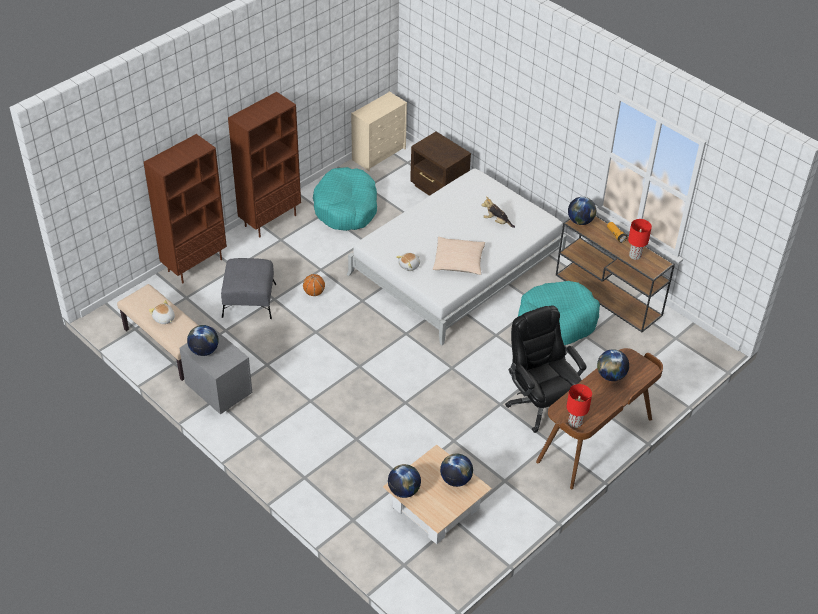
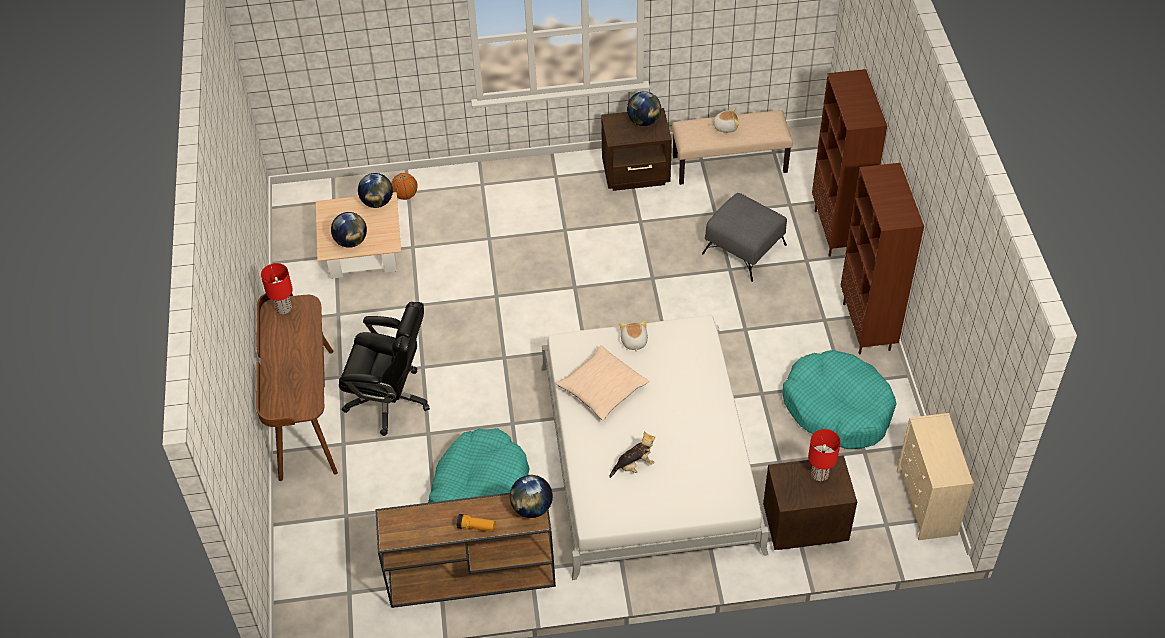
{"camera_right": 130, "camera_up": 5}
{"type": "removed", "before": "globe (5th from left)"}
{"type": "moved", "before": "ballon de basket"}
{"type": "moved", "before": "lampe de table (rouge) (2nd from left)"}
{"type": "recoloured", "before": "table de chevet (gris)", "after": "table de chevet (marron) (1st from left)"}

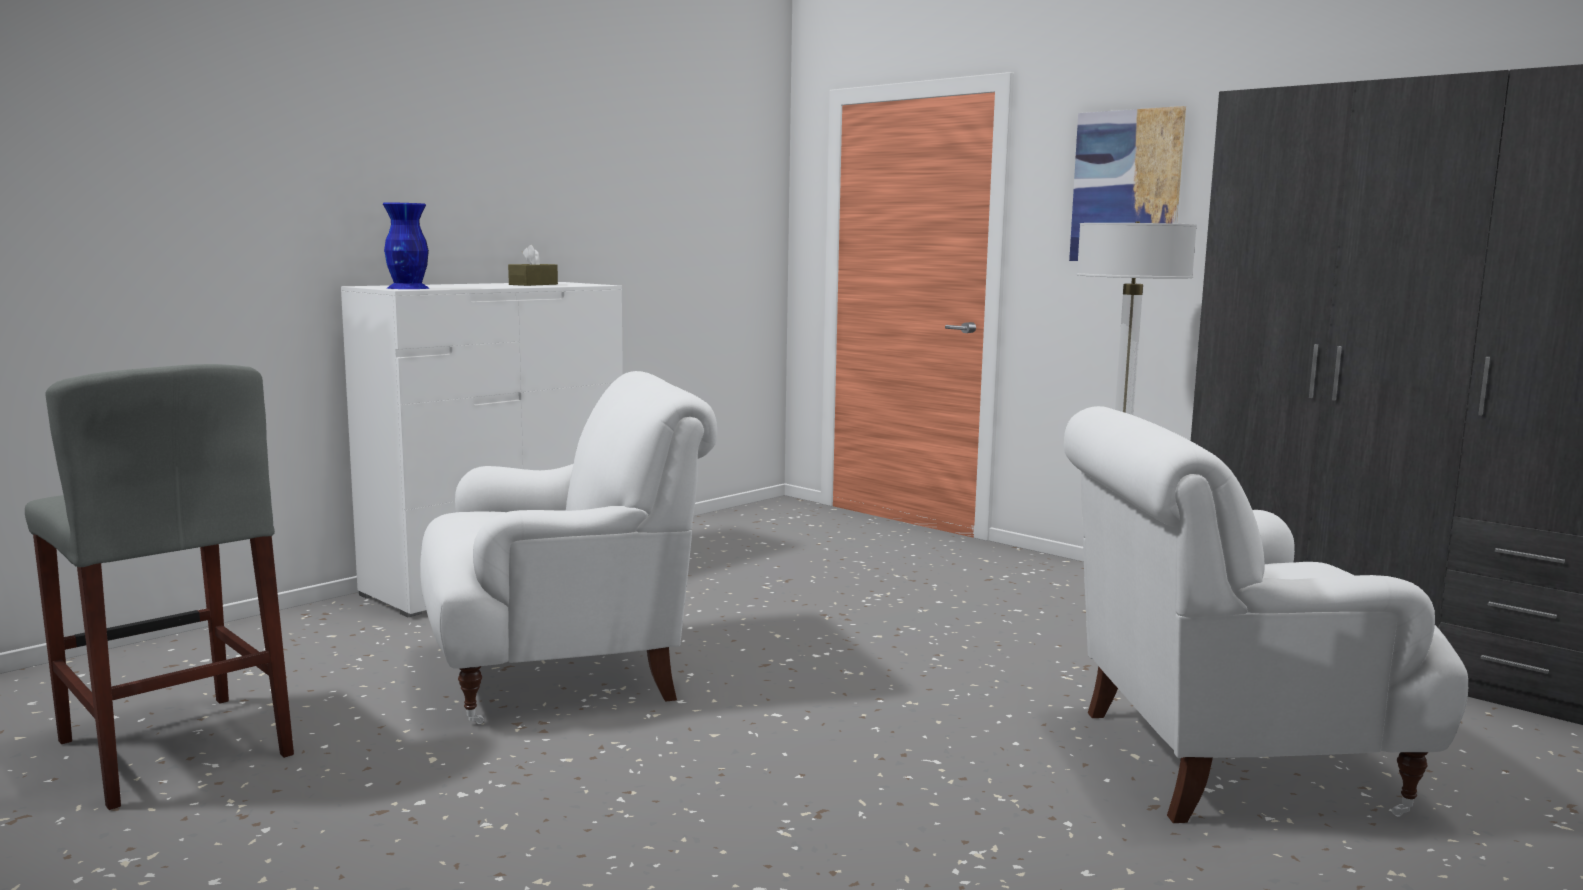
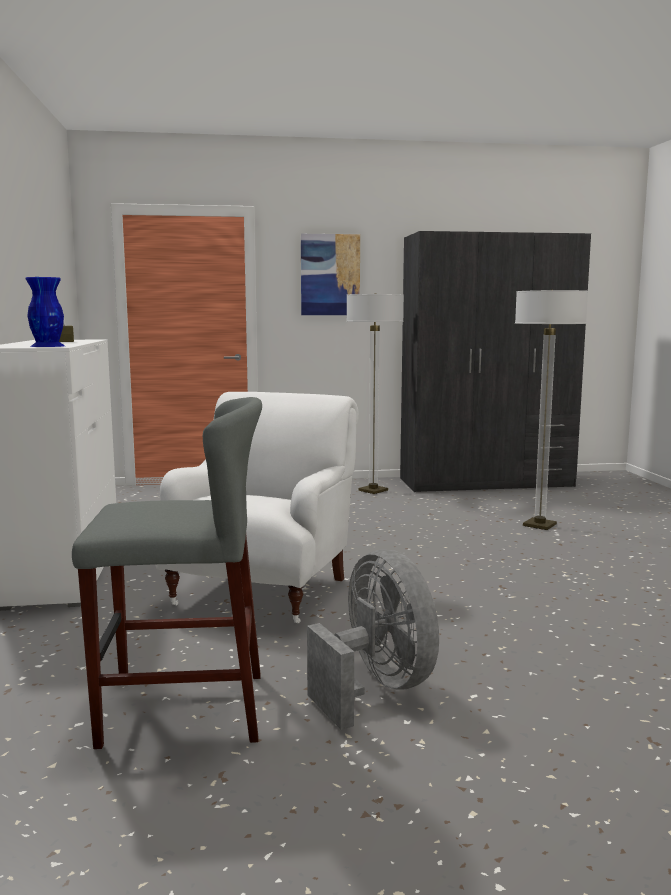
{"camera_right": -50, "camera_up": 0}
{"type": "added", "after": "ventilateur (gris)"}
{"type": "replaced", "before": "fauteuil (blanc) (2nd from left)", "after": "lampadaire (2nd from left)"}

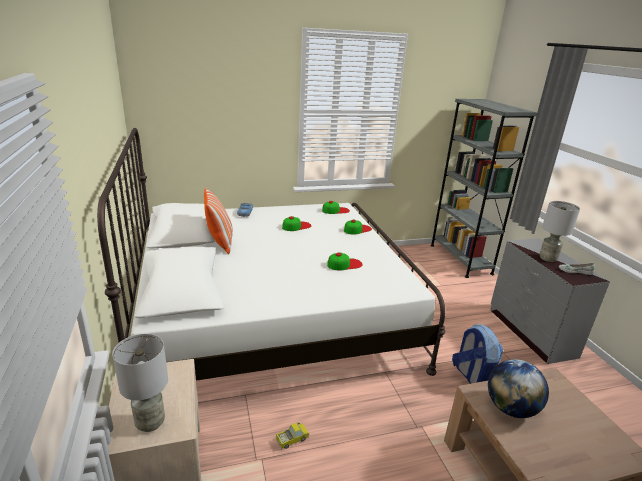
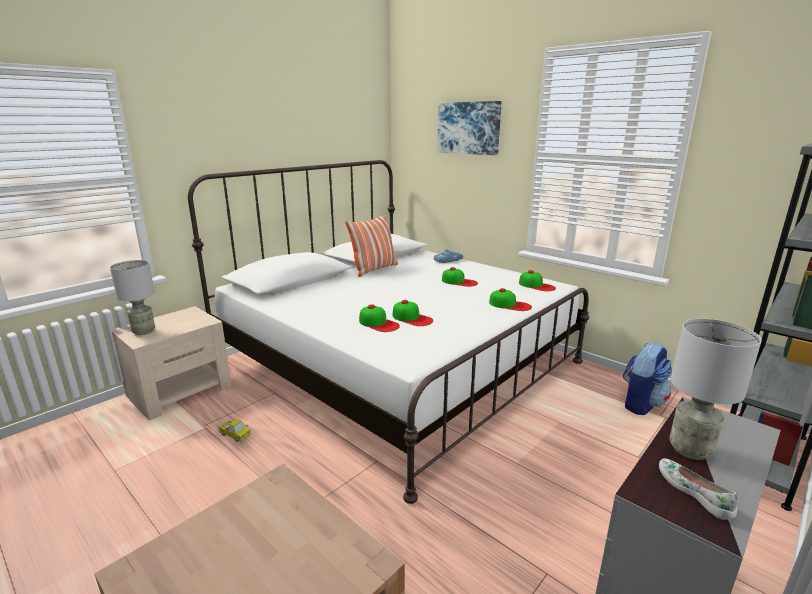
{"camera_right": 60, "camera_up": -5}
{"type": "removed", "before": "globe"}
{"type": "added", "after": "casquette (1st from left)"}
{"type": "added", "after": "tableau"}
{"type": "moved", "before": "sac à dos"}

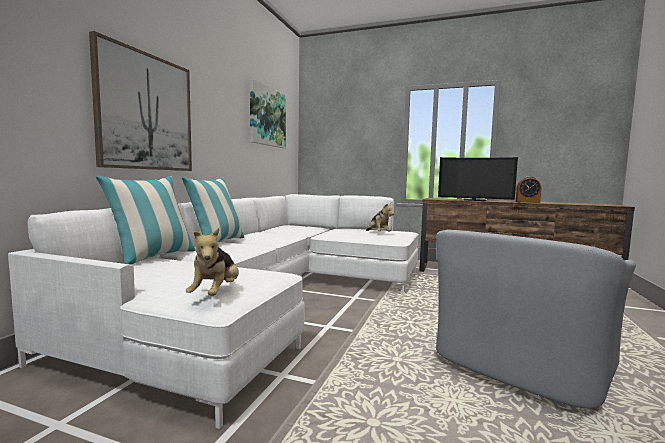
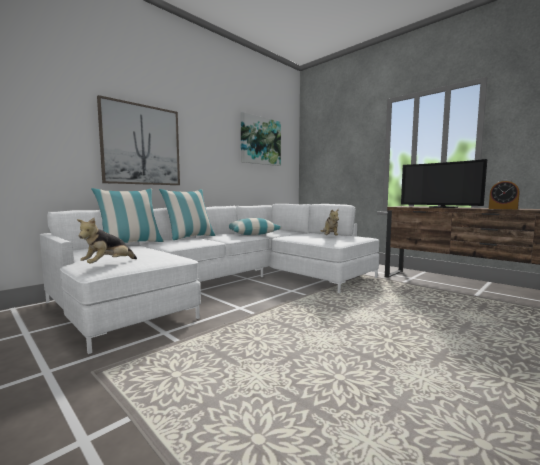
{"camera_right": 25, "camera_up": 0}
{"type": "removed", "before": "fauteuil (gris)"}
{"type": "added", "after": "coussin (3rd from left)"}

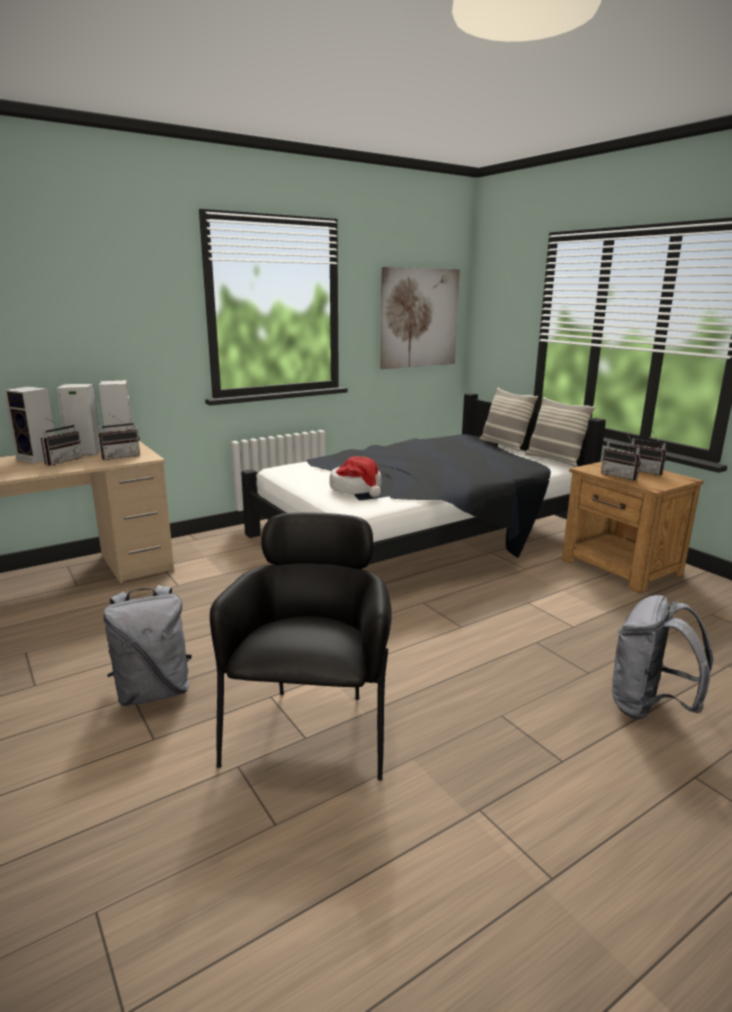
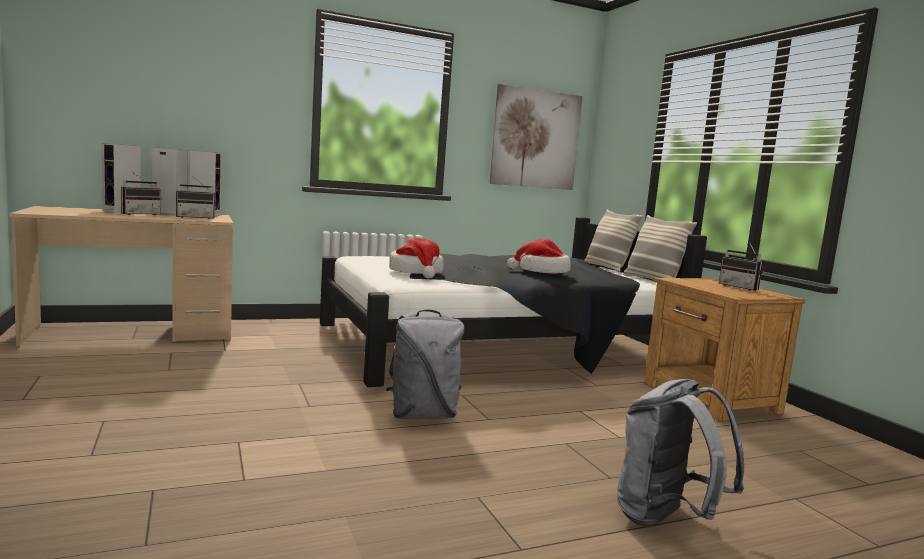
{"camera_right": 10, "camera_up": -10}
{"type": "removed", "before": "fauteuil (noir)"}
{"type": "removed", "before": "radio (3rd from left)"}
{"type": "added", "after": "chapeau (2nd from left)"}
{"type": "moved", "before": "sac à dos (gris) (1st from left)"}

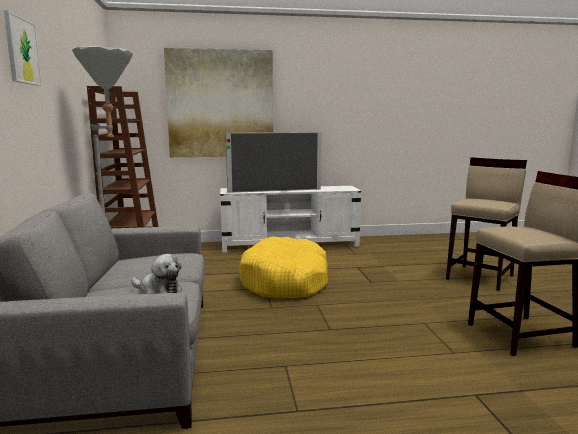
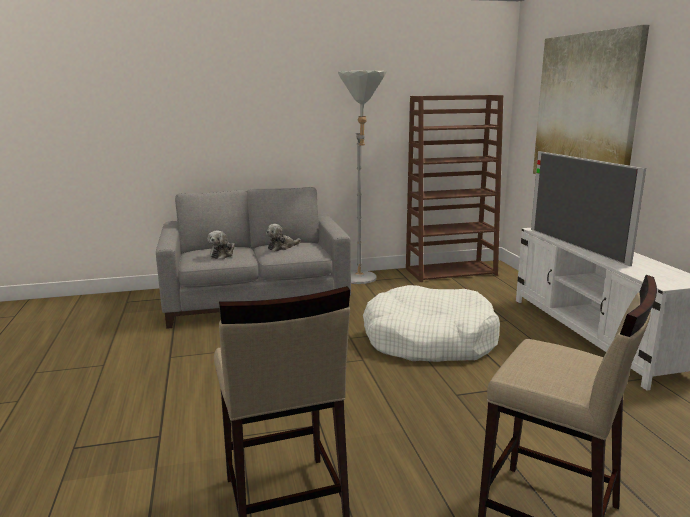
{"camera_right": 85, "camera_up": 5}
{"type": "removed", "before": "tableau (1st from left)"}
{"type": "added", "after": "peluche (2nd from left)"}
{"type": "recoloured", "before": "panier pour chien (jaune)", "after": "panier pour chien (blanc)"}

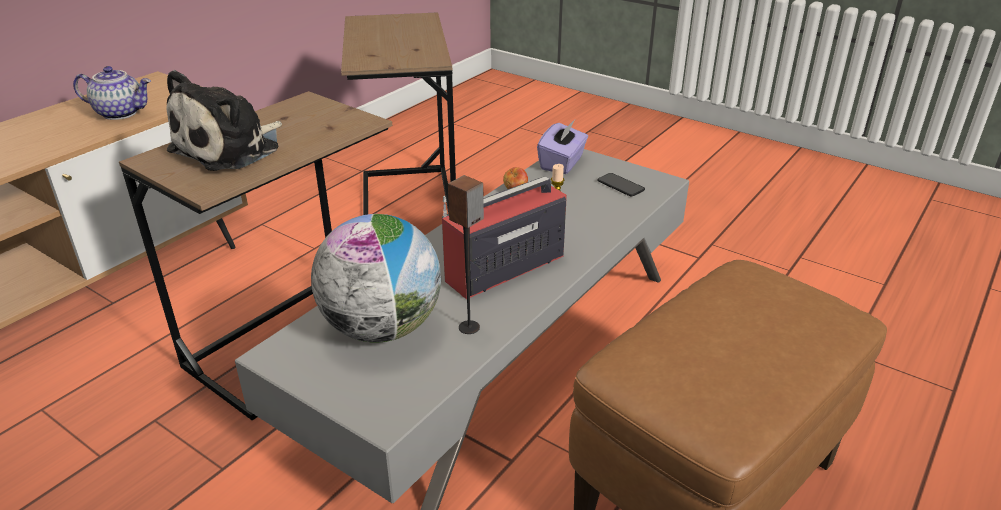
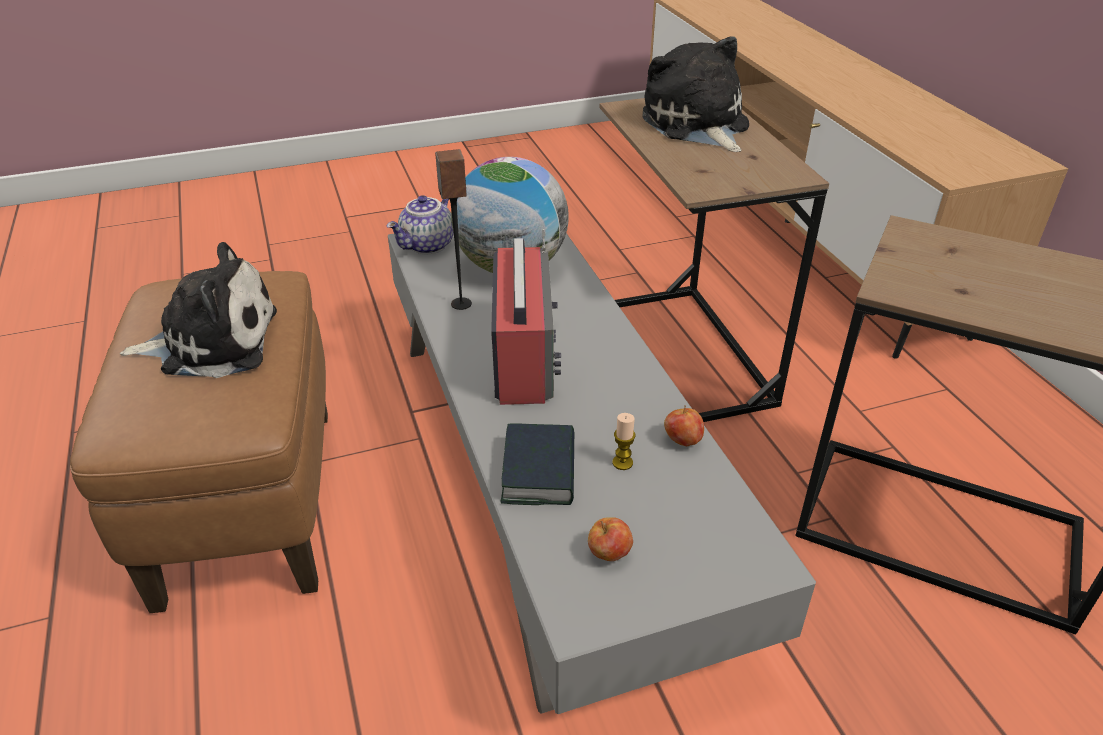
{"camera_right": 125, "camera_up": 5}
{"type": "removed", "before": "boîte à mouchoirs (violet)"}
{"type": "added", "after": "peluche (1st from left)"}
{"type": "added", "after": "livre"}
{"type": "moved", "before": "théière"}
{"type": "replaced", "before": "téléphone", "after": "pomme (1st from left)"}

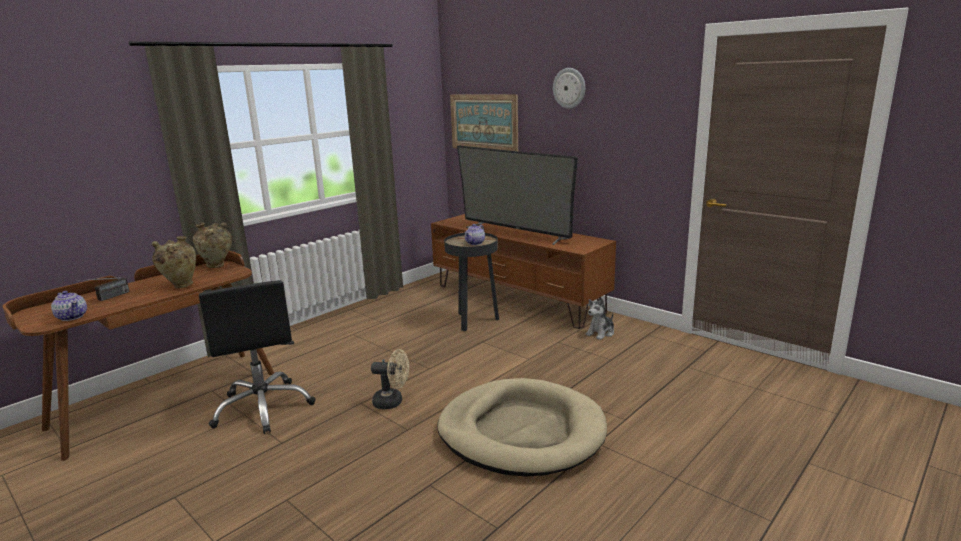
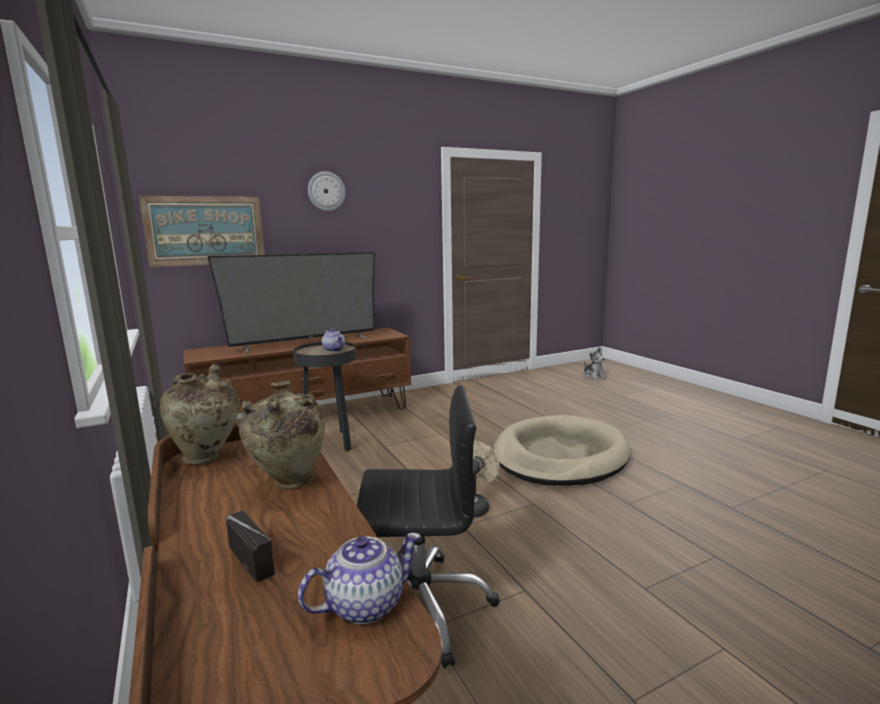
{"camera_right": -70, "camera_up": -5}
{"type": "moved", "before": "peluche"}

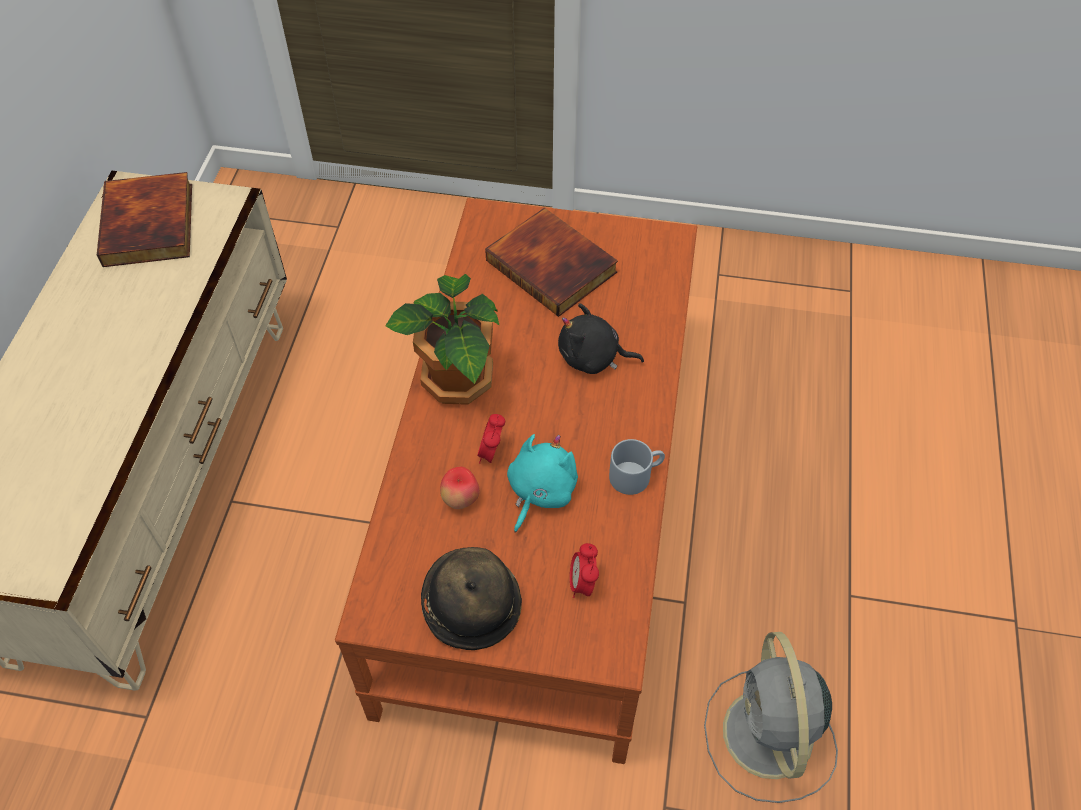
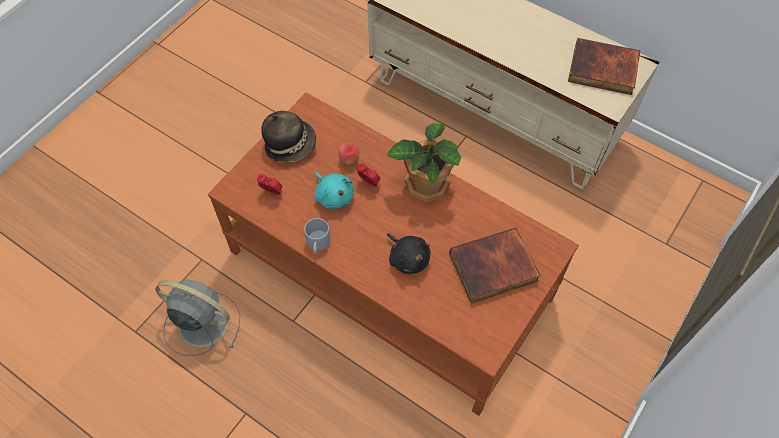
{"camera_right": 115, "camera_up": 5}
{"type": "turned", "before": "peluche (noir)", "turn": 105}

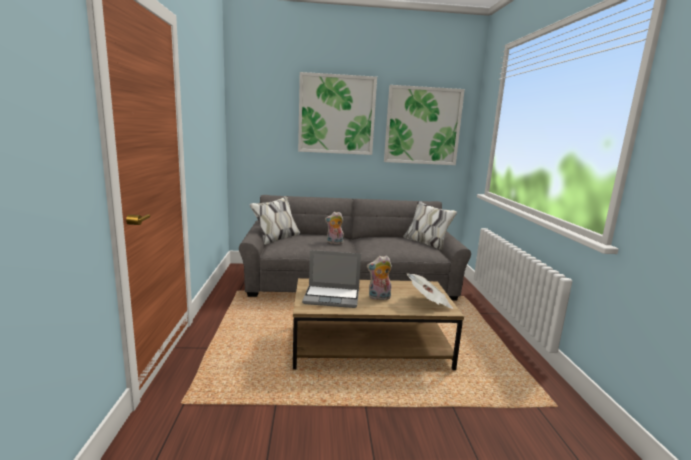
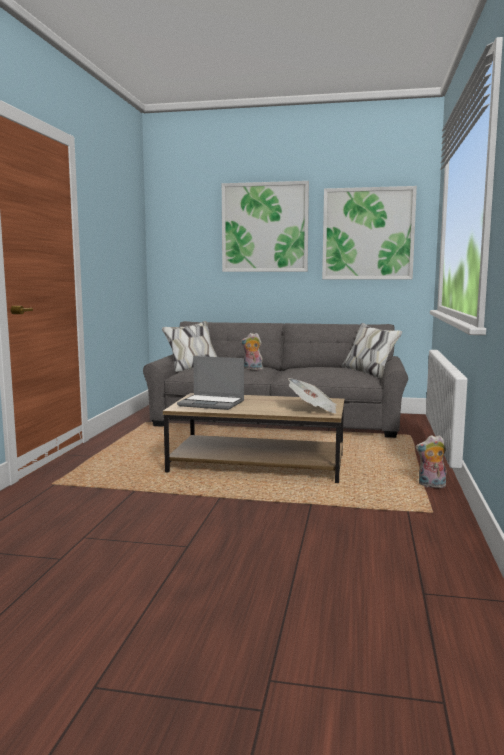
{"camera_right": 15, "camera_up": -5}
{"type": "moved", "before": "peluche (2nd from left)"}

